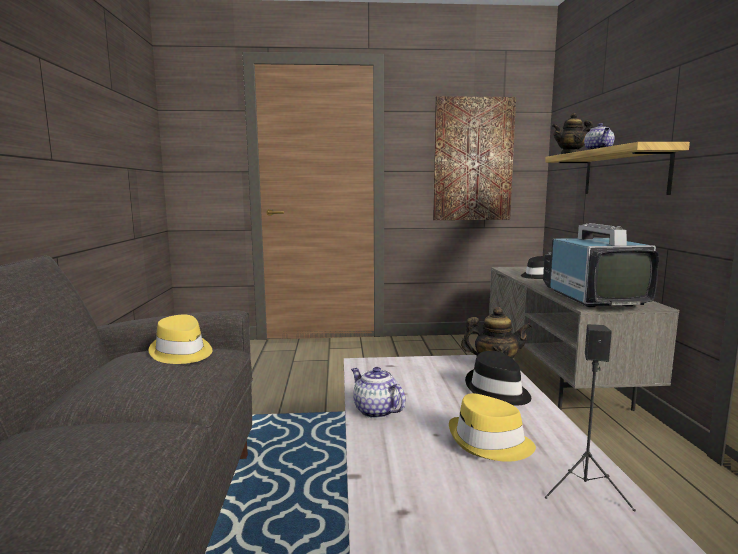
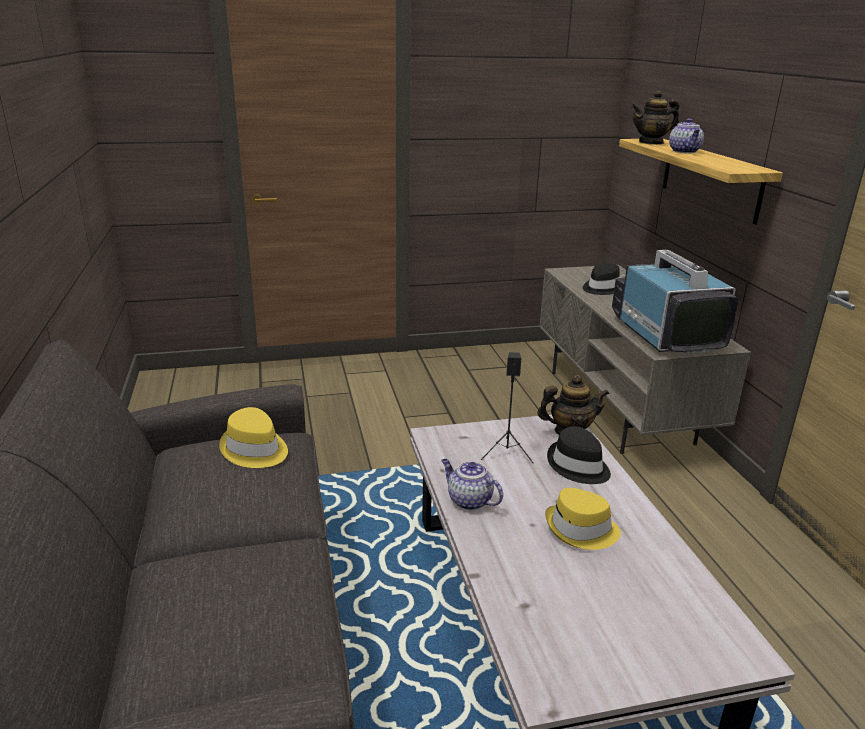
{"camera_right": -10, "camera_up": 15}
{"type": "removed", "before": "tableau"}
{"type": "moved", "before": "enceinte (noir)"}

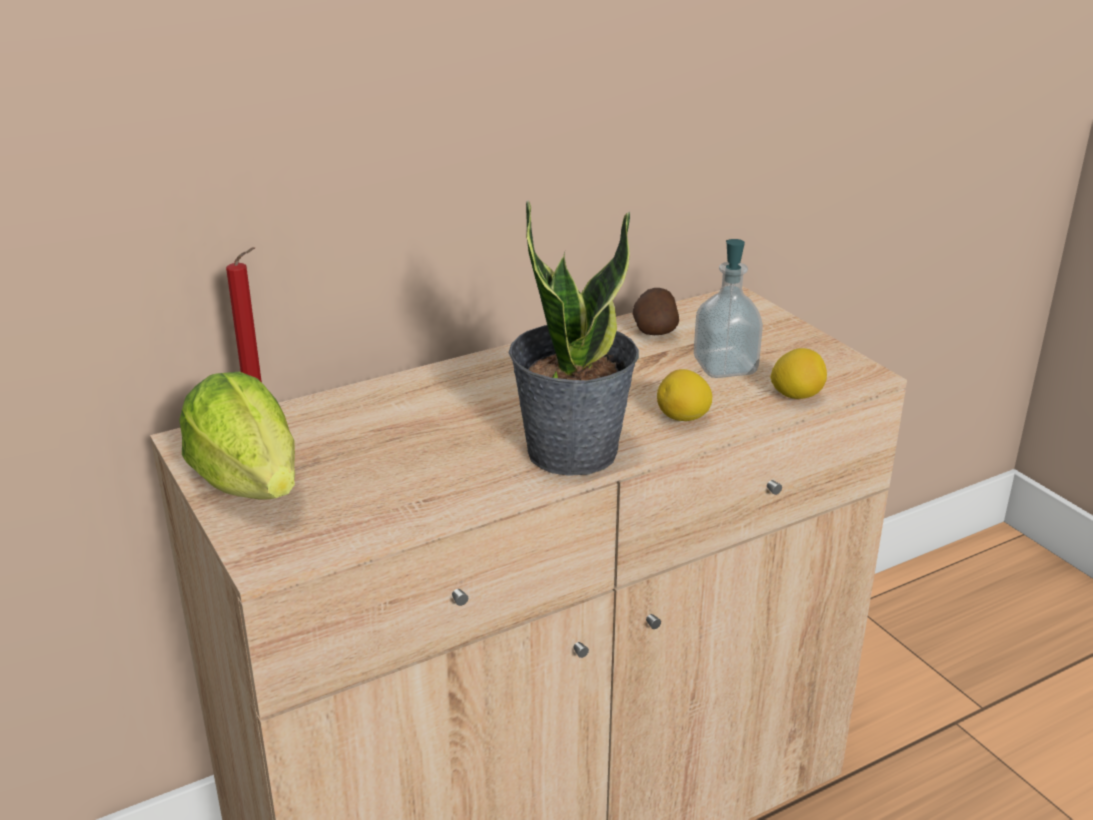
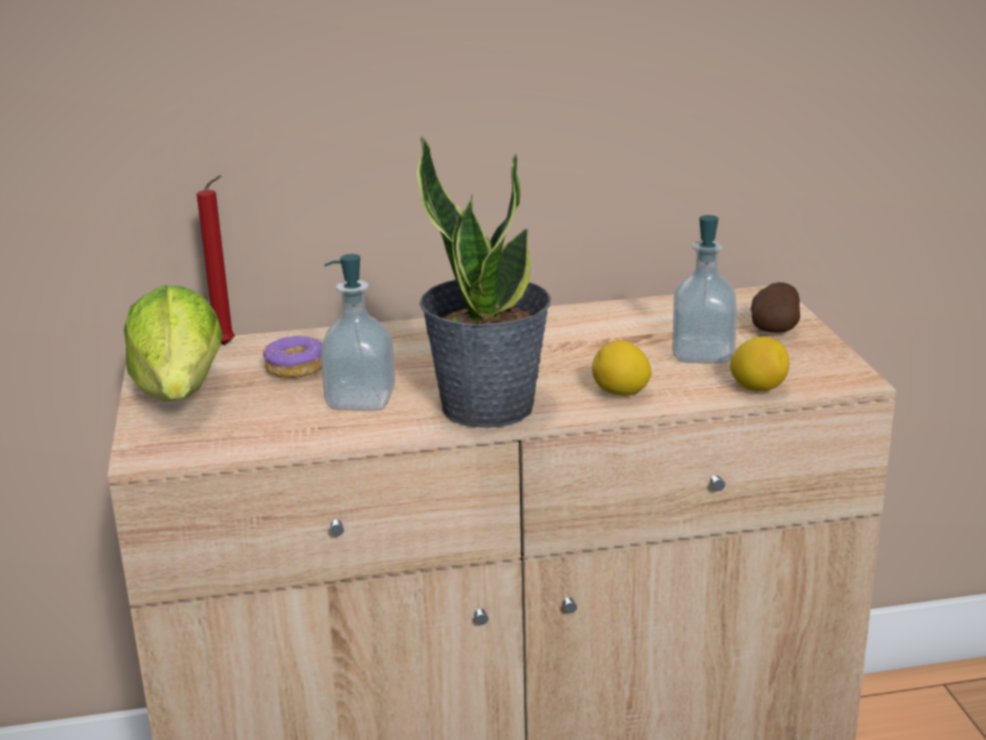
{"camera_right": 20, "camera_up": -5}
{"type": "added", "after": "beignet"}
{"type": "added", "after": "distributeur de savon (1st from left)"}
{"type": "moved", "before": "pomme de terre"}

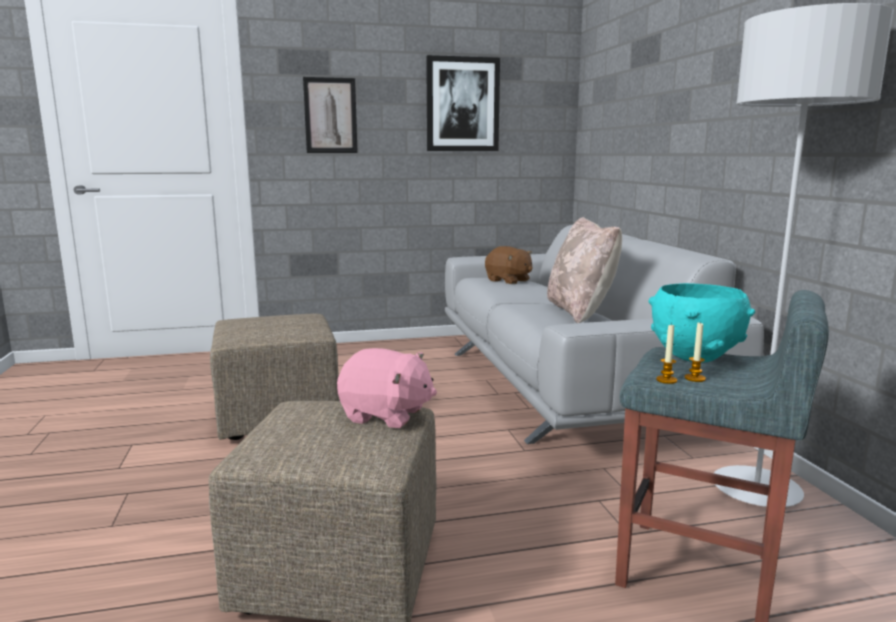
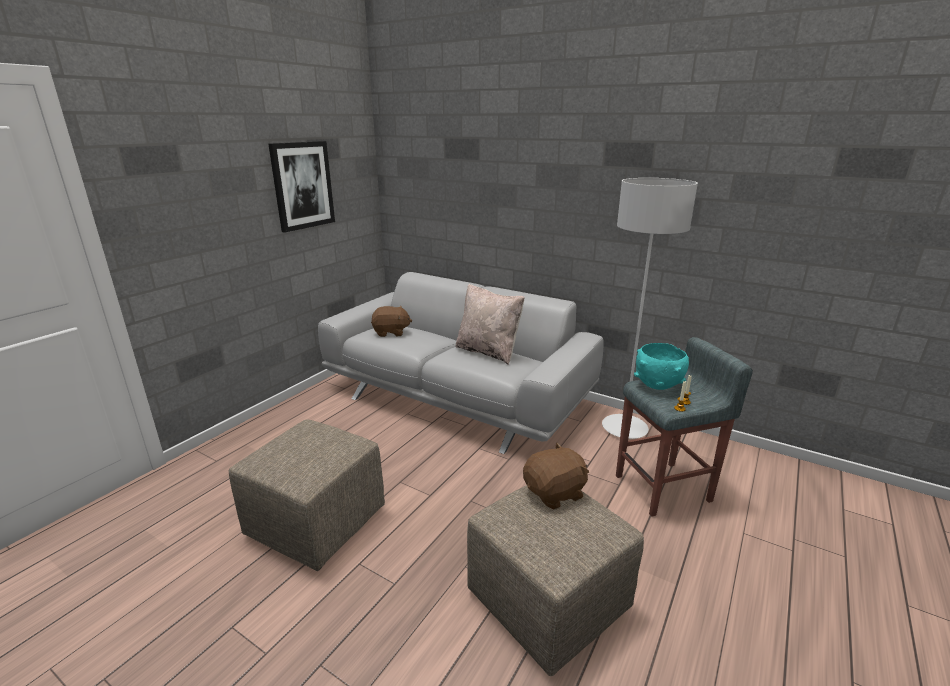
{"camera_right": -45, "camera_up": 10}
{"type": "removed", "before": "tableau (1st from left)"}
{"type": "recoloured", "before": "peluche (rose)", "after": "peluche (marron) (2nd from left)"}

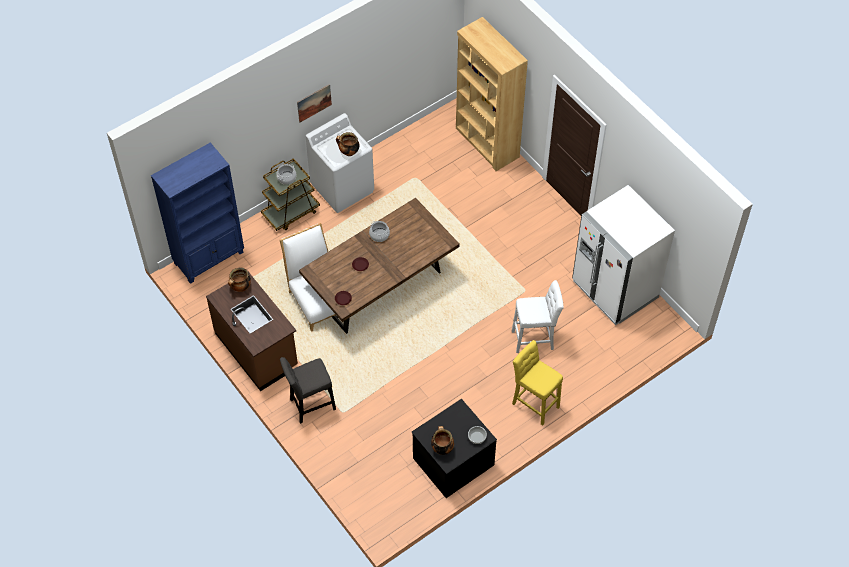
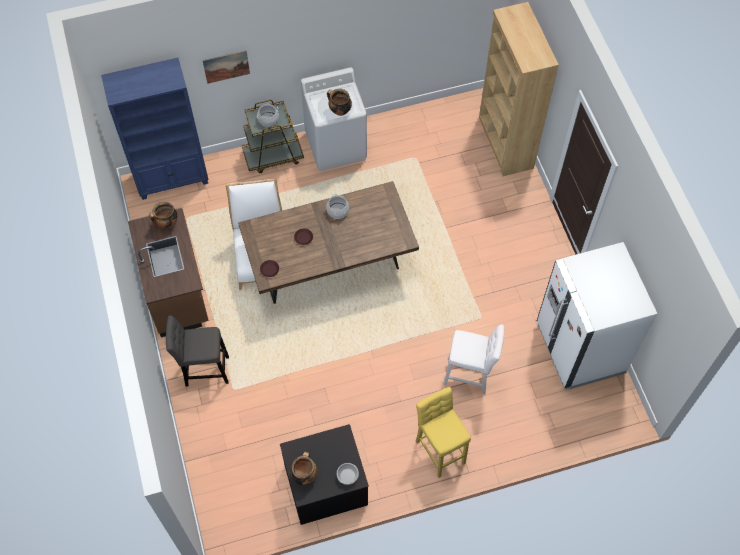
{"camera_right": 20, "camera_up": 5}
{"type": "moved", "before": "tableau"}

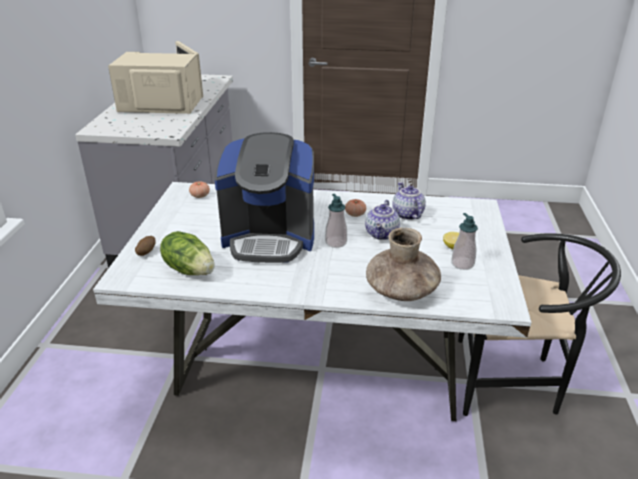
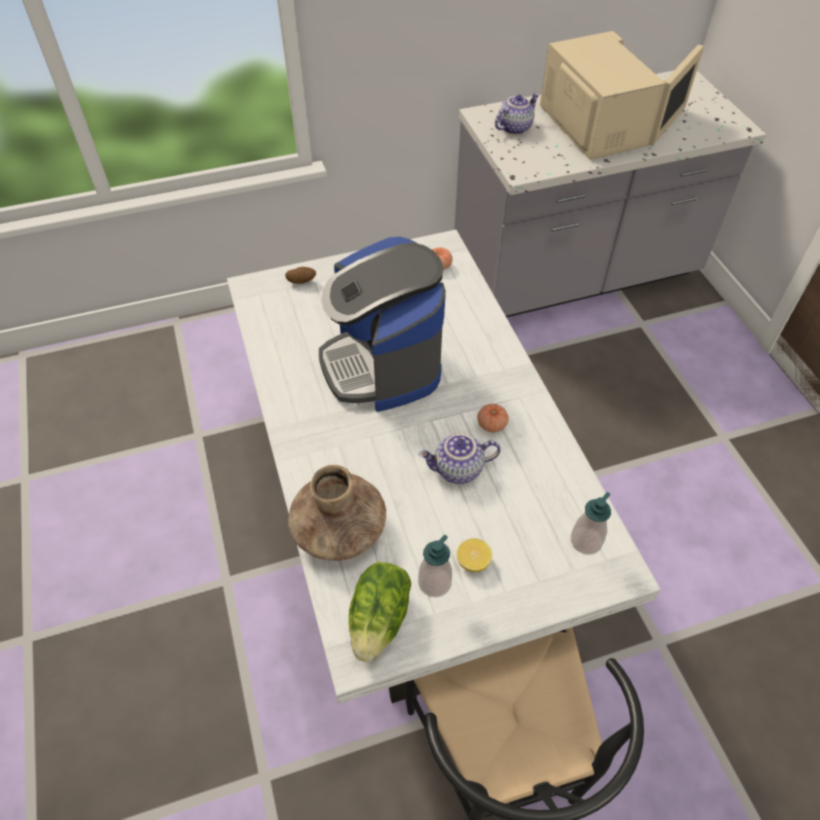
{"camera_right": 65, "camera_up": 20}
{"type": "moved", "before": "laitue"}
{"type": "moved", "before": "distributeur de savon (1st from left in the first image)", "after": "distributeur de savon (2nd from left)"}
{"type": "moved", "before": "théière (2nd from left)"}

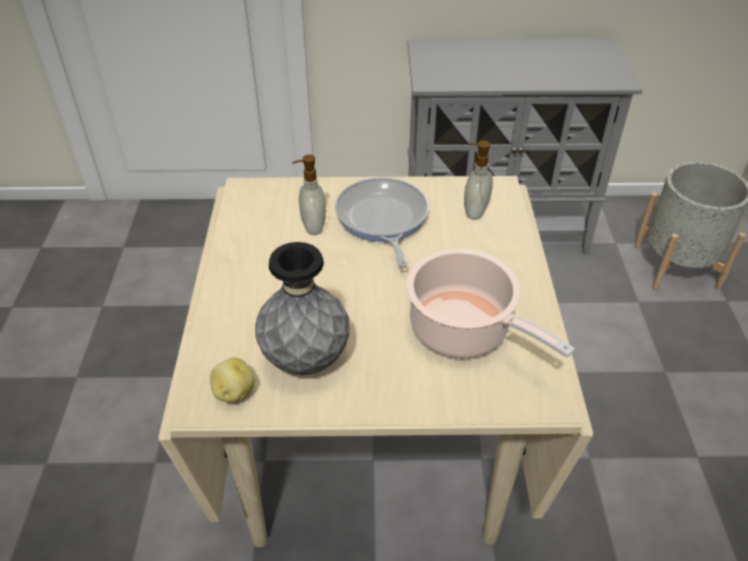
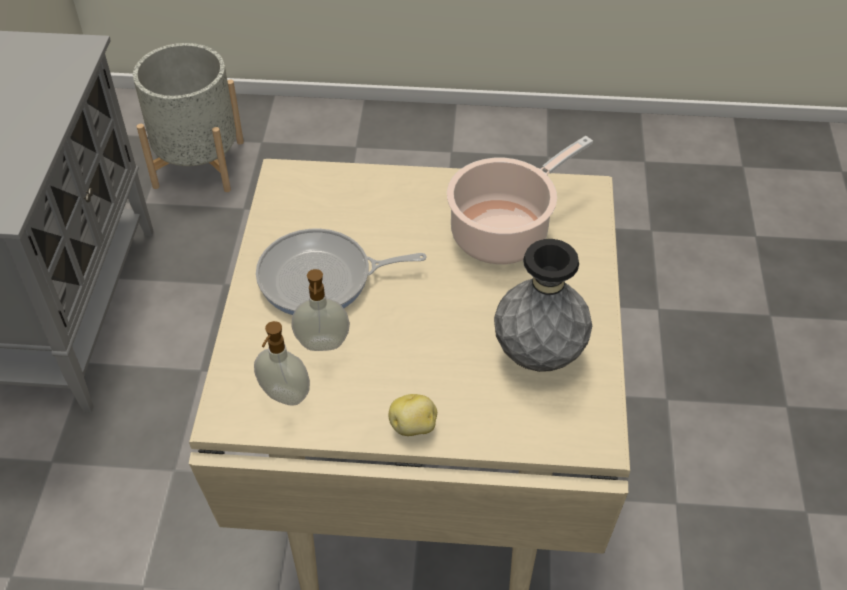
{"camera_right": -85, "camera_up": 5}
{"type": "moved", "before": "pomme de terre"}
{"type": "moved", "before": "distributeur de savon (2nd from left in the first image)", "after": "distributeur de savon (1st from left)"}

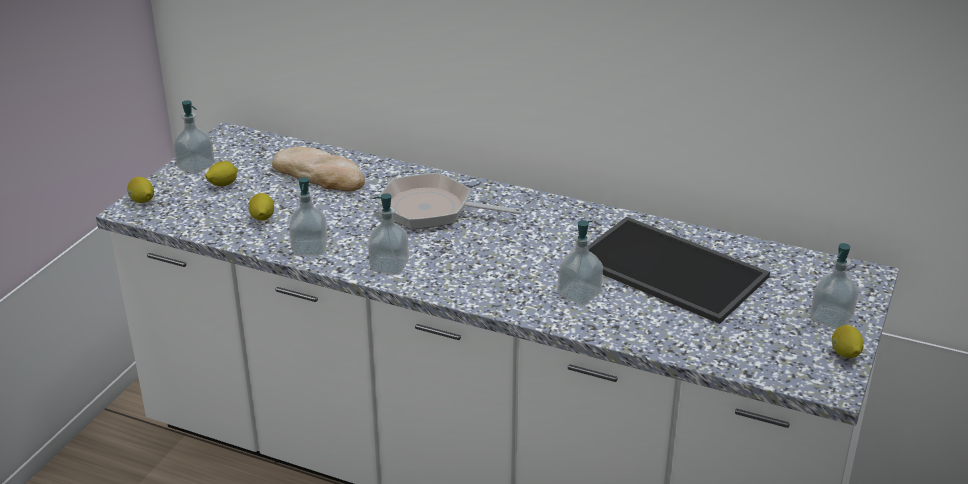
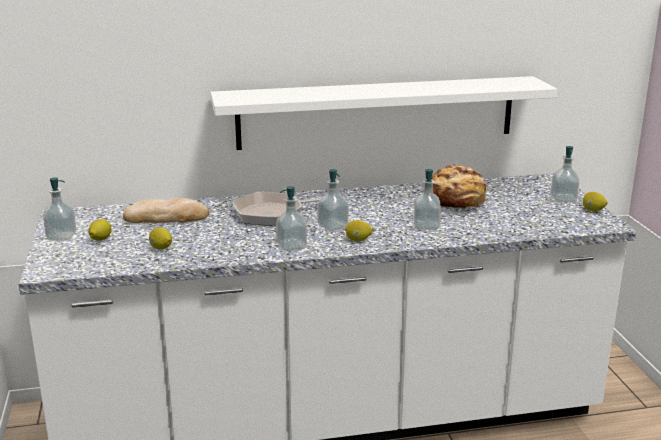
{"camera_right": -35, "camera_up": -10}
{"type": "added", "after": "étagère (blanc)"}
{"type": "moved", "before": "citron (1st from left in the first image)", "after": "citron (3rd from left)"}
{"type": "moved", "before": "distributeur de savon (2nd from left in the first image)", "after": "distributeur de savon (3rd from left)"}
{"type": "replaced", "before": "plateau", "after": "pain (2nd from left)"}

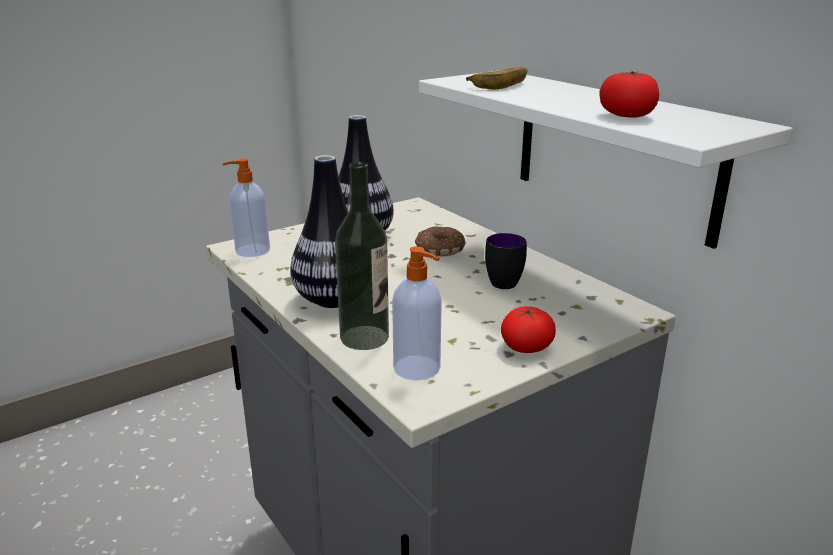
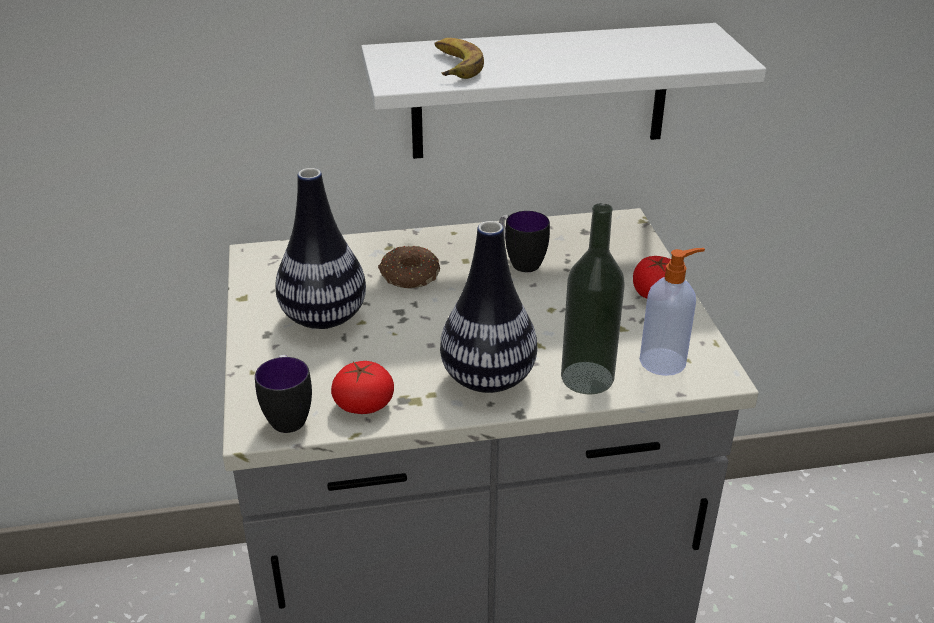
{"camera_right": -65, "camera_up": 10}
{"type": "moved", "before": "tomate (2nd from left in the first image)", "after": "tomate (1st from left)"}
{"type": "replaced", "before": "distributeur de savon (1st from left)", "after": "mug (1st from left)"}

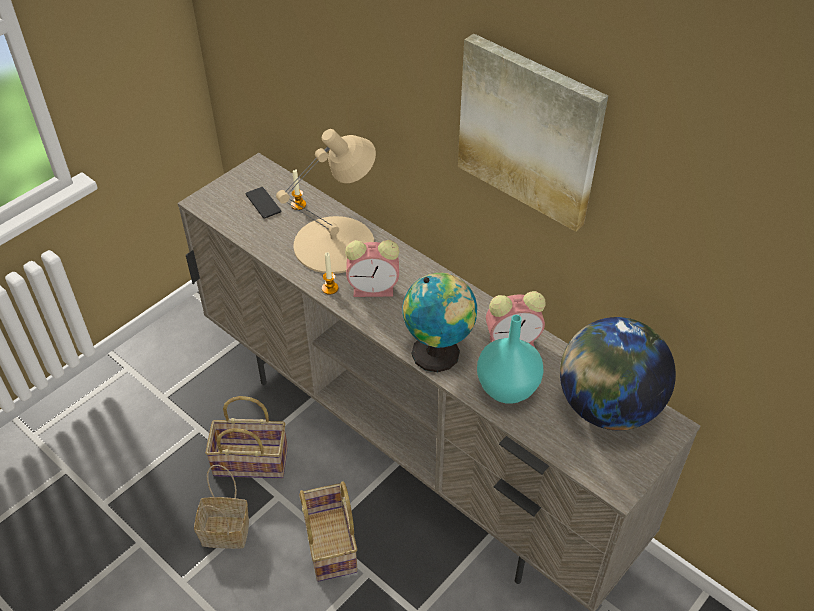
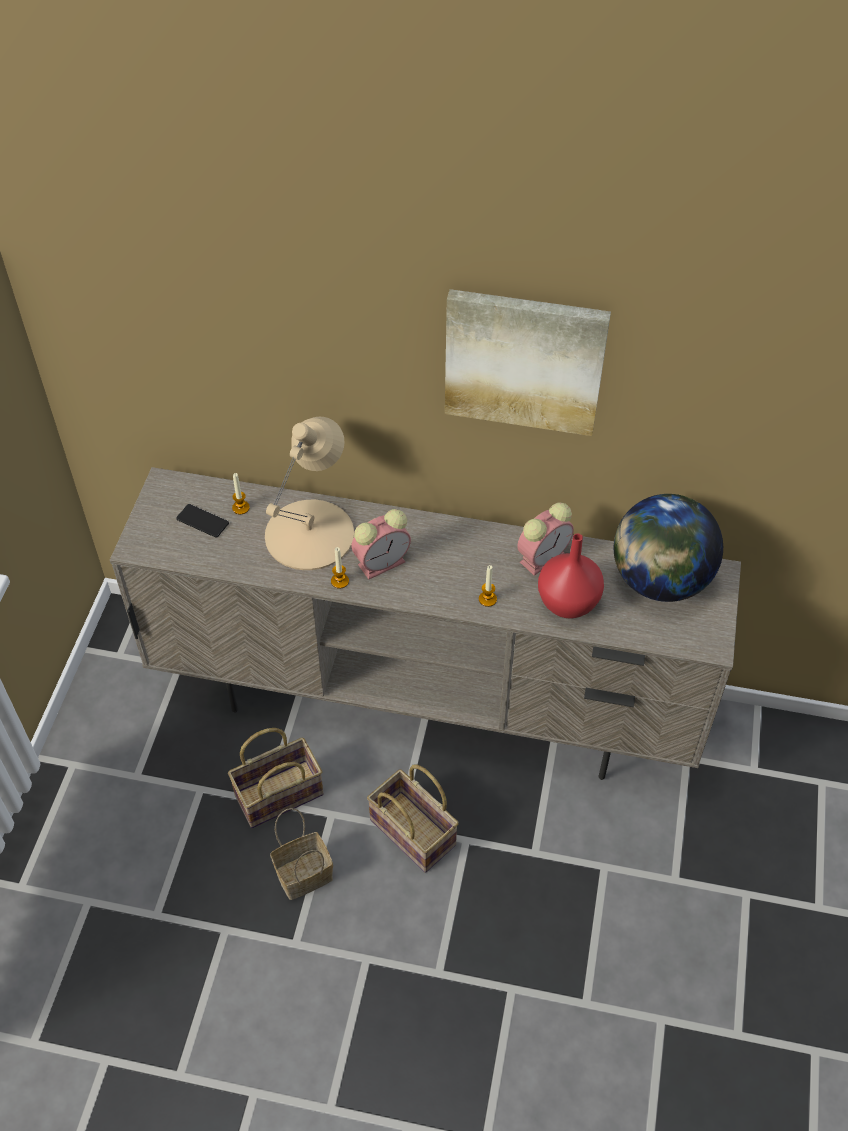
{"camera_right": -30, "camera_up": 5}
{"type": "replaced", "before": "globe (1st from left)", "after": "bougie (3rd from left)"}
{"type": "recoloured", "before": "vase (turquoise)", "after": "vase (rouge)"}

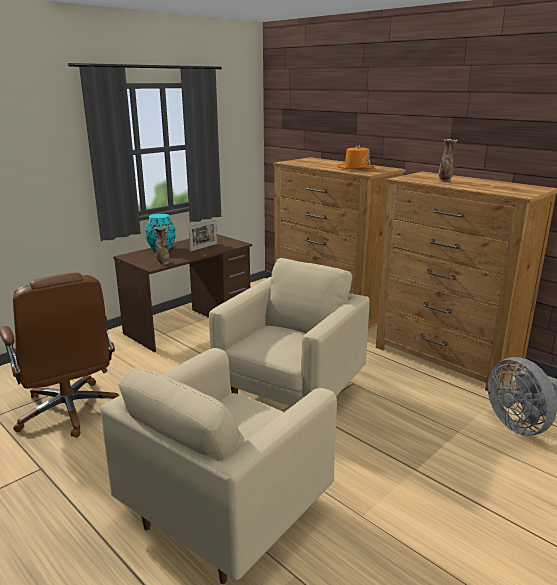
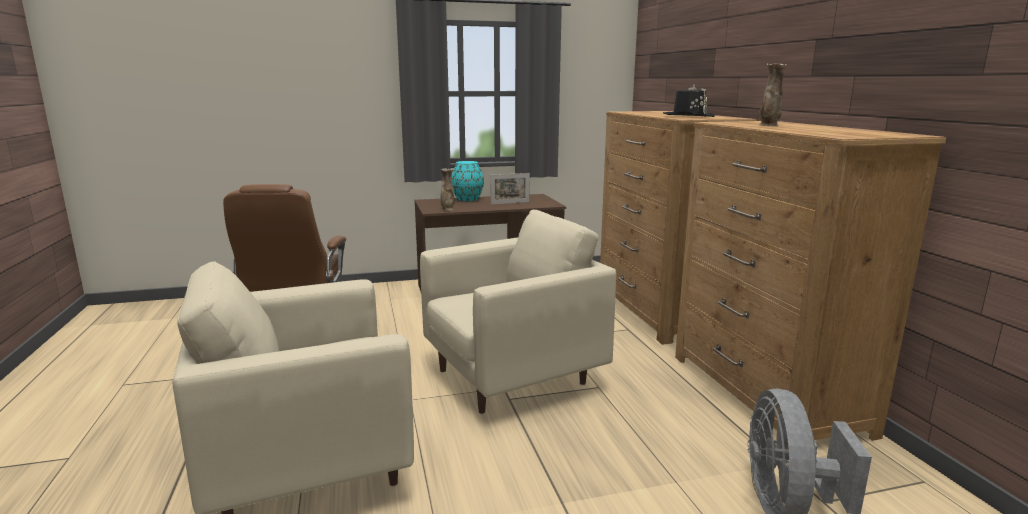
{"camera_right": 30, "camera_up": -5}
{"type": "recoloured", "before": "chapeau (orange)", "after": "chapeau (noir)"}

